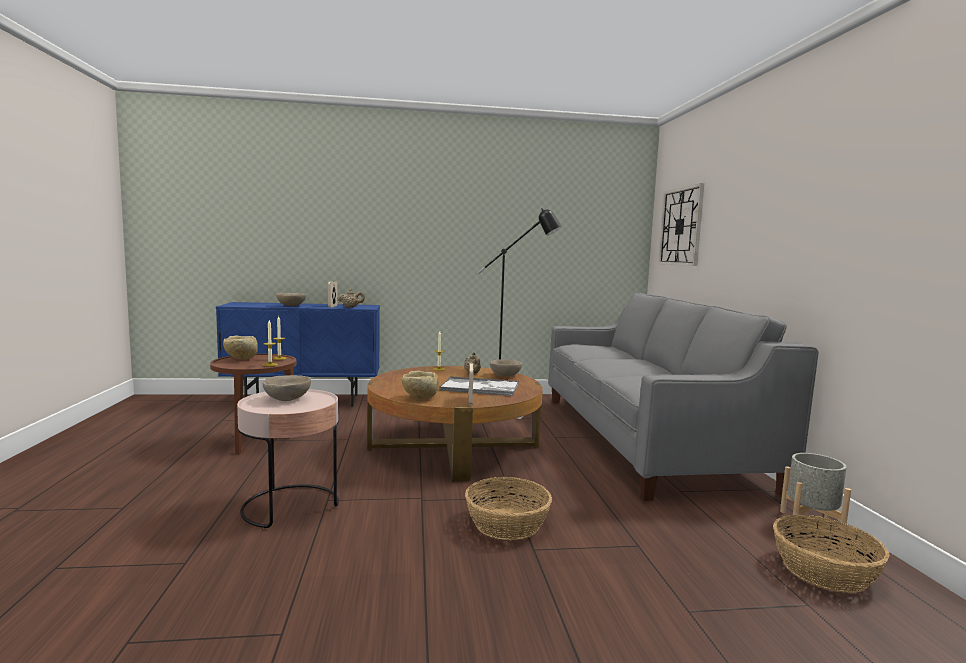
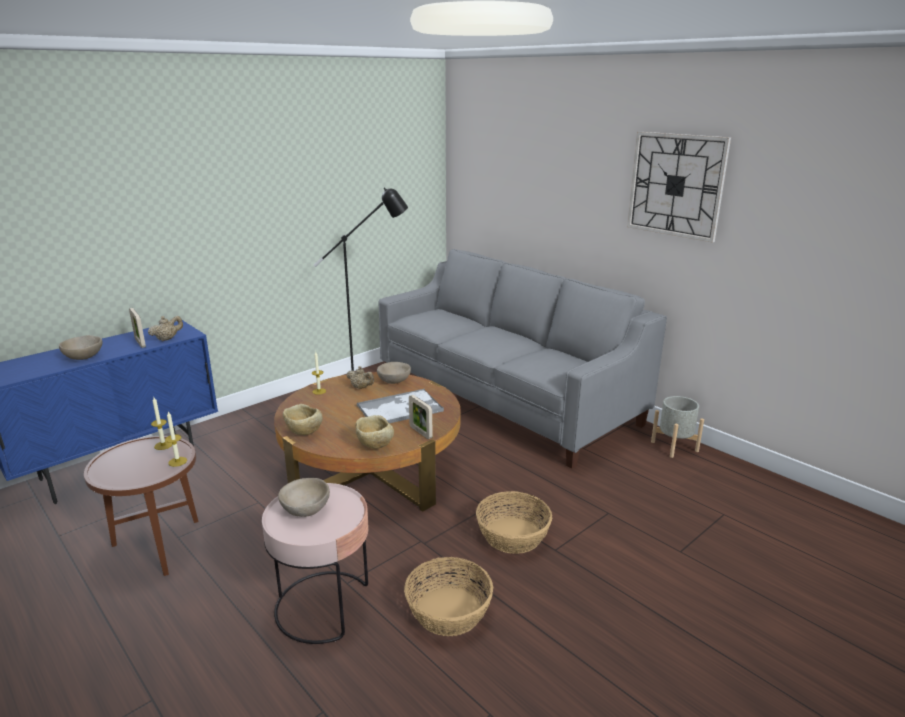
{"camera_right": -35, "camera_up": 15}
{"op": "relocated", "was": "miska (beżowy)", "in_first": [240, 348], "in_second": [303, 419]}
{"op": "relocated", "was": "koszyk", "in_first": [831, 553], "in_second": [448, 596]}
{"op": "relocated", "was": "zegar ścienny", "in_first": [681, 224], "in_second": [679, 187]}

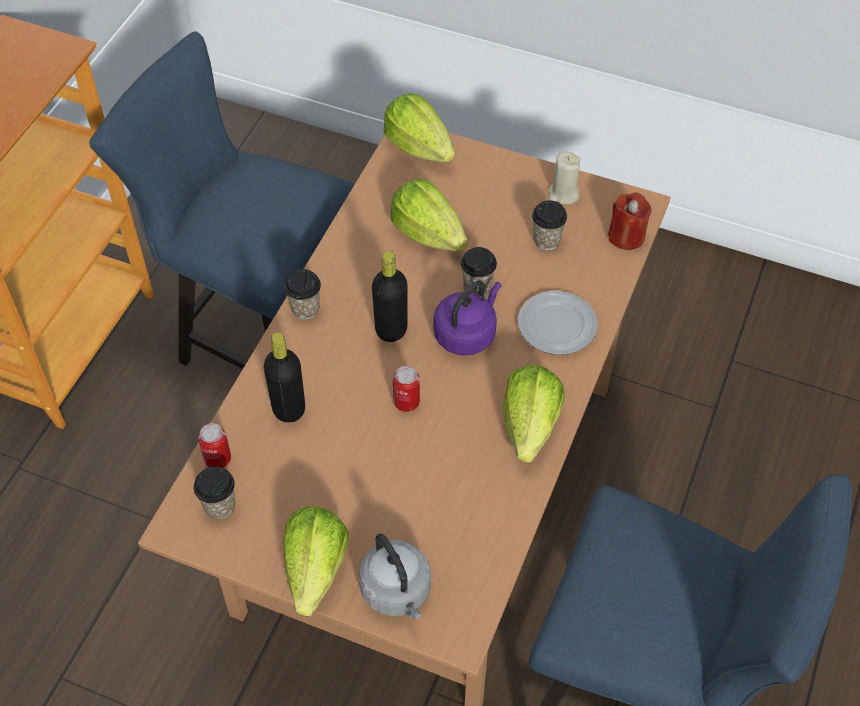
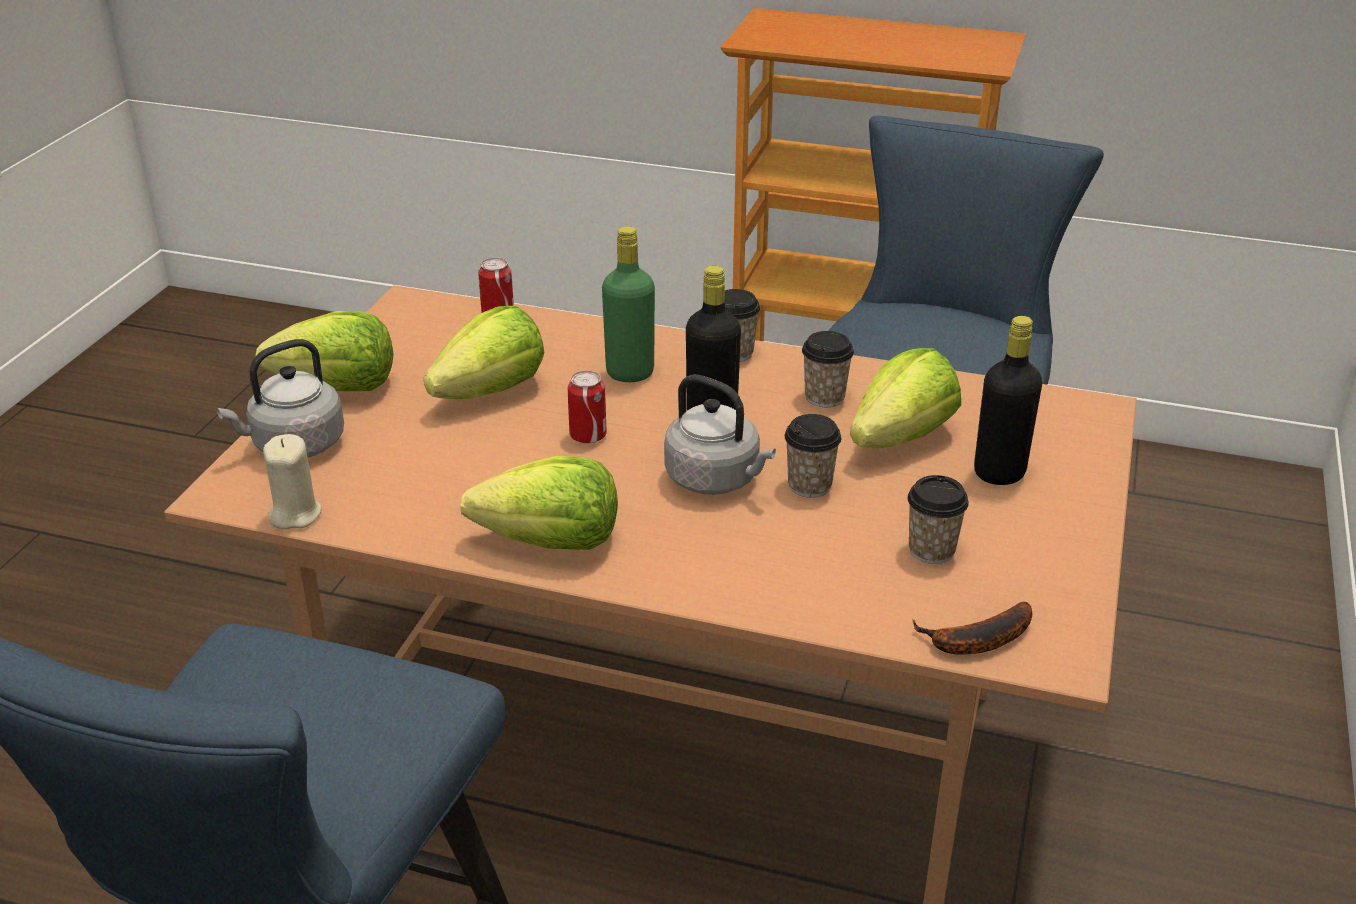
{"camera_right": 85, "camera_up": -20}
{"op": "relocated", "was": "świeca (beżowy)", "in_first": [564, 178], "in_second": [292, 481]}
{"op": "relocated", "was": "sałata", "in_first": [419, 127], "in_second": [484, 352]}
{"op": "appeared", "now": "butelka (zielony)", "in_second": [628, 304]}
{"op": "colour", "was": "czajnik (fioletowy)", "now": "czajnik (szary)", "in_first": [467, 318], "in_second": [720, 434]}
{"op": "relocated", "was": "filiżanka", "in_first": [214, 493], "in_second": [828, 369]}
{"op": "exchanged", "was": "świeca (czerwony)", "now": "banan", "in_first": [630, 221], "in_second": [972, 628]}
{"op": "relocated", "was": "butelka (czarny)", "in_first": [284, 377], "in_second": [1008, 400]}
{"op": "missing", "was": "talerz", "in_first": [558, 323]}

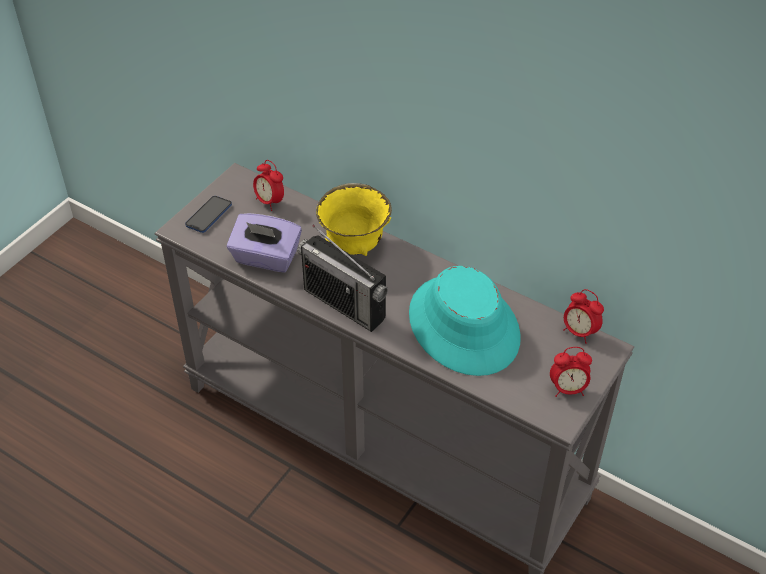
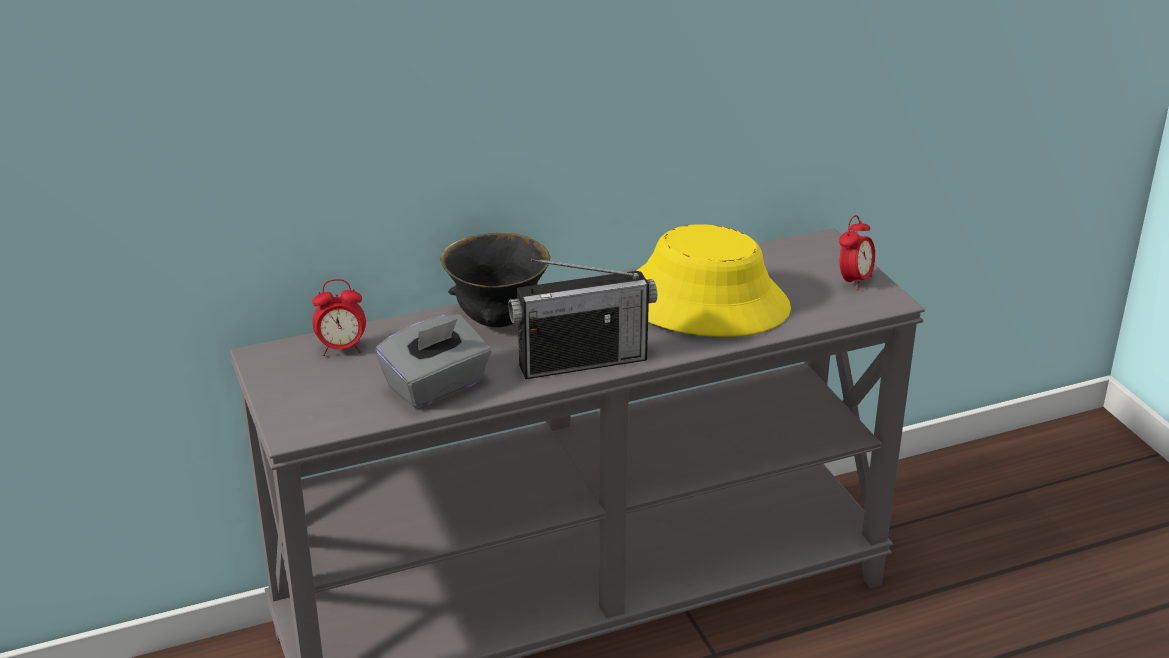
{"camera_right": -55, "camera_up": -15}
{"op": "colour", "was": "pudełko chusteczek (fioletowy)", "now": "pudełko chusteczek (szary)", "in_first": [264, 243], "in_second": [433, 361]}
{"op": "colour", "was": "miska (żółty)", "now": "miska (czarny)", "in_first": [354, 219], "in_second": [495, 280]}
{"op": "colour", "was": "kapelusz (turkusowy)", "now": "kapelusz (żółty)", "in_first": [465, 321], "in_second": [713, 280]}
{"op": "missing", "was": "telefon", "in_first": [208, 214]}
{"op": "missing", "was": "budzik", "in_first": [583, 316]}

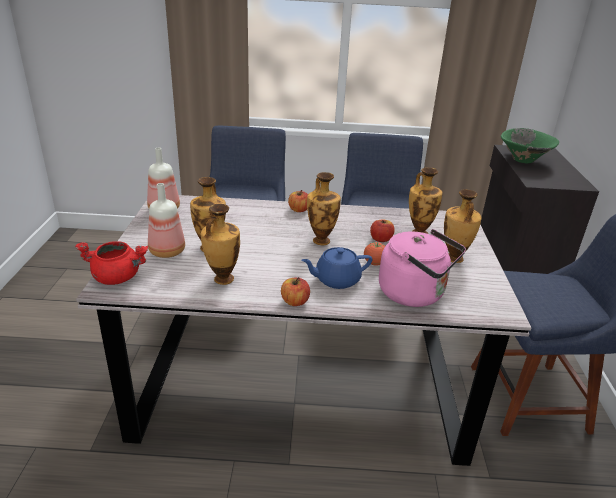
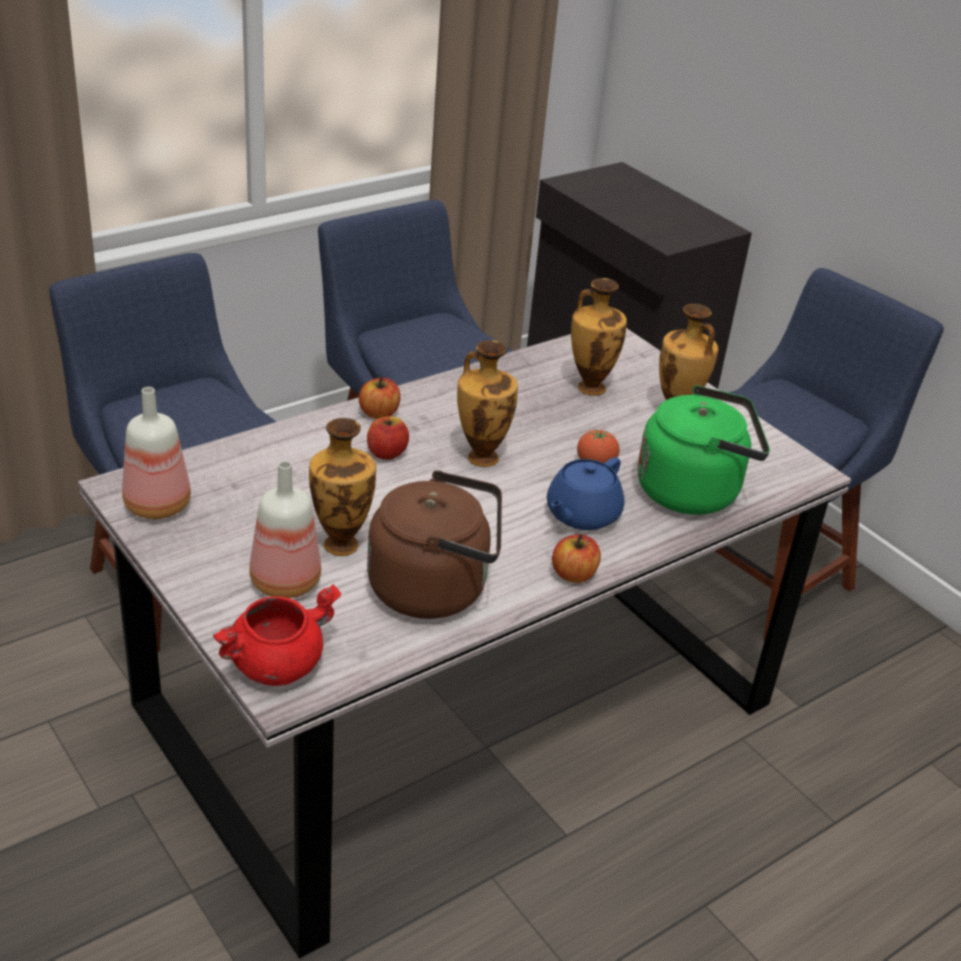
{"camera_right": -40, "camera_up": 5}
{"op": "relocated", "was": "jabłko", "in_first": [382, 230], "in_second": [388, 438]}
{"op": "exchanged", "was": "wazon", "now": "czajnik (brązowy)", "in_first": [220, 244], "in_second": [434, 544]}
{"op": "colour", "was": "czajnik (różowy)", "now": "czajnik (zielony)", "in_first": [422, 268], "in_second": [704, 450]}
{"op": "missing", "was": "miska (zielony)", "in_first": [530, 145]}

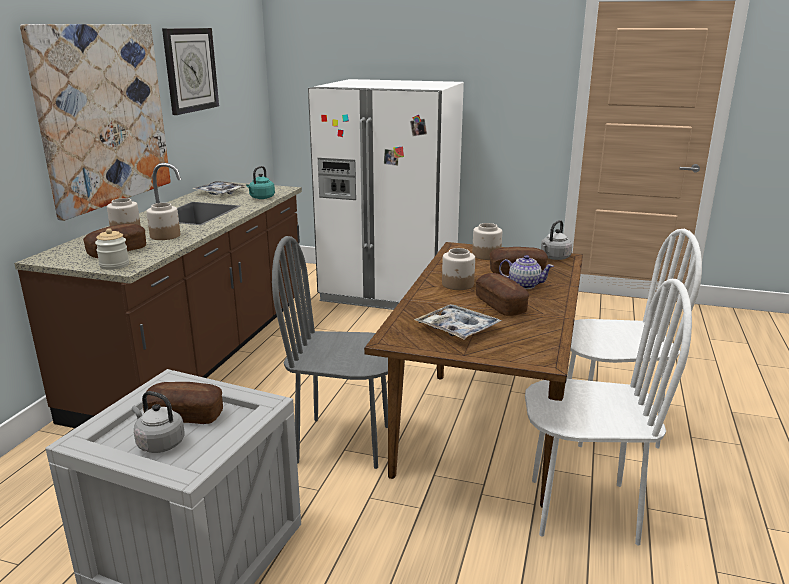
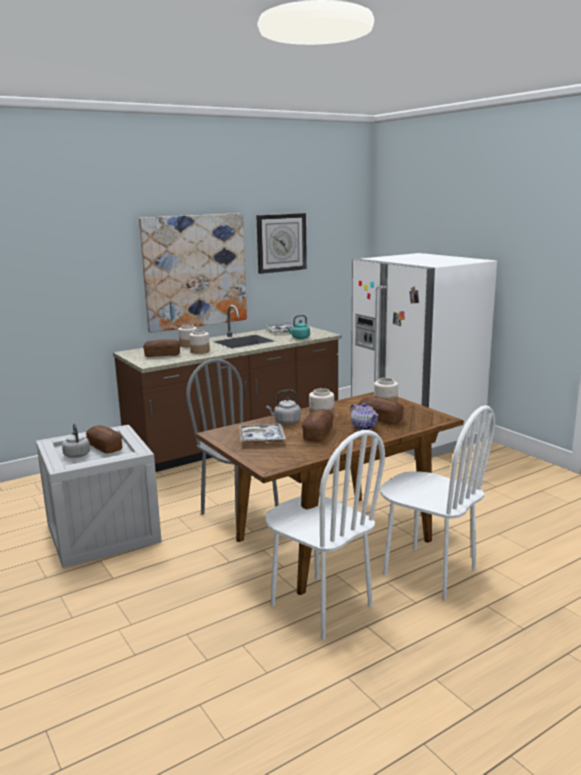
{"camera_right": 40, "camera_up": -5}
{"op": "relocated", "was": "czajnik (szary)", "in_first": [556, 240], "in_second": [283, 407]}
{"op": "missing", "was": "słoik", "in_first": [112, 249]}

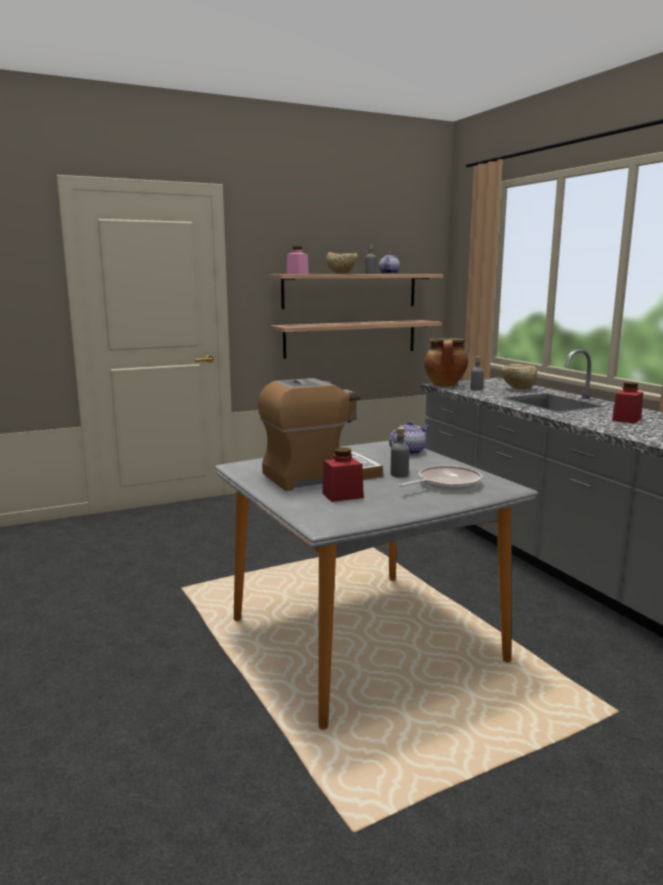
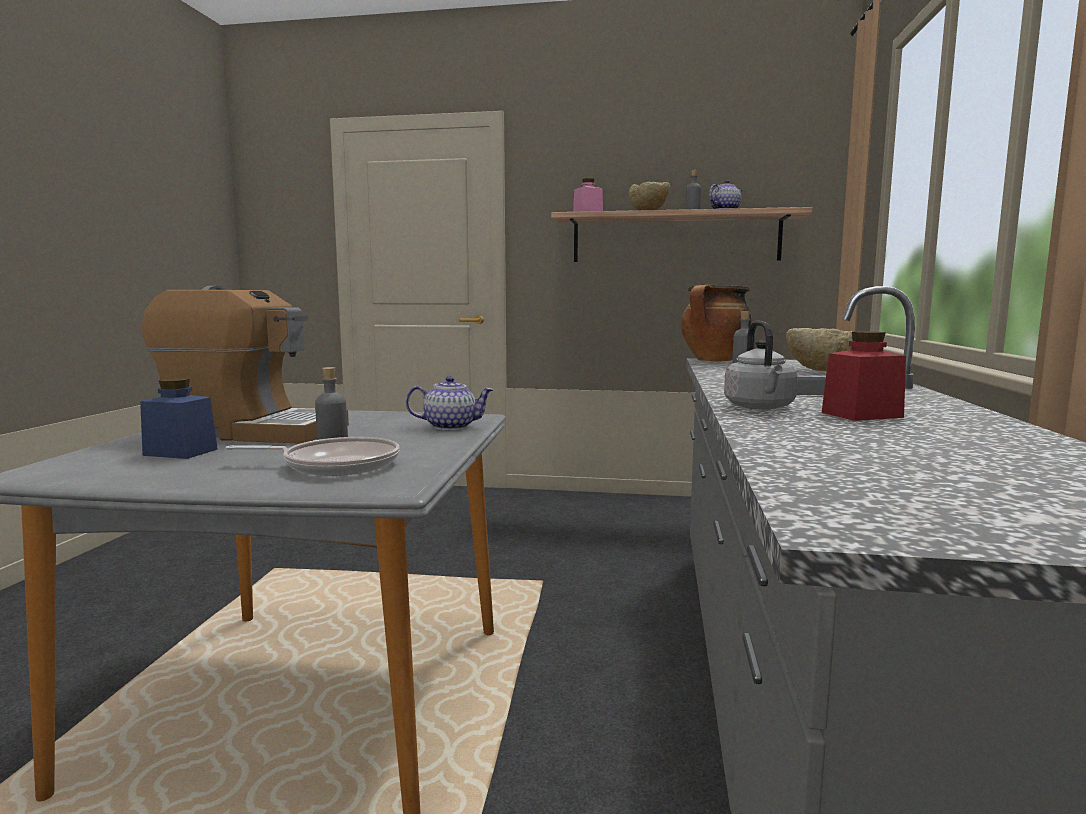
{"camera_right": 35, "camera_up": -5}
{"op": "colour", "was": "słoik (czerwony)", "now": "słoik (niebieski)", "in_first": [343, 475], "in_second": [179, 418]}
{"op": "appeared", "now": "czajnik (szary)", "in_second": [761, 365]}
{"op": "missing", "was": "półka", "in_first": [356, 339]}

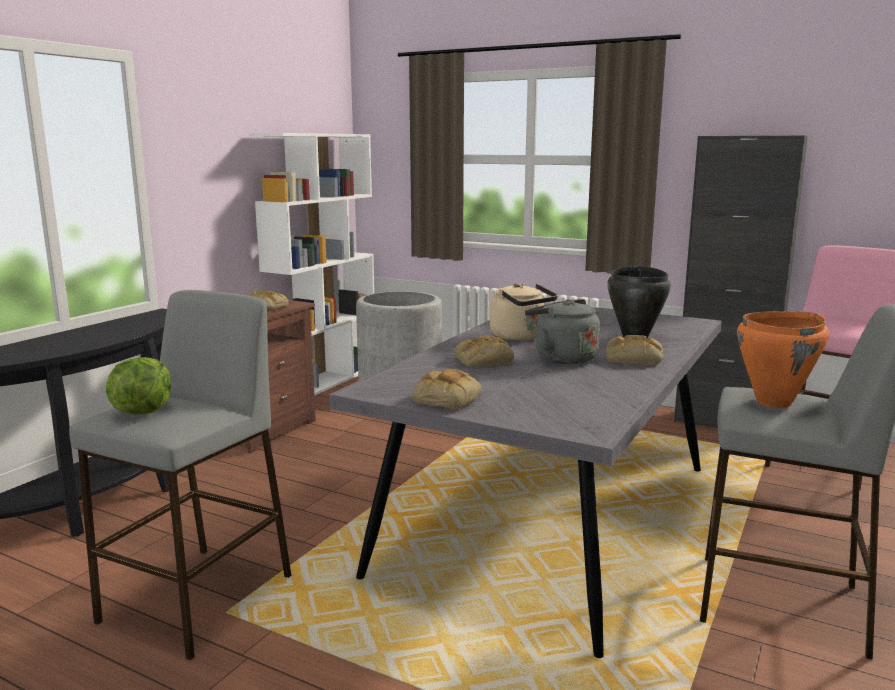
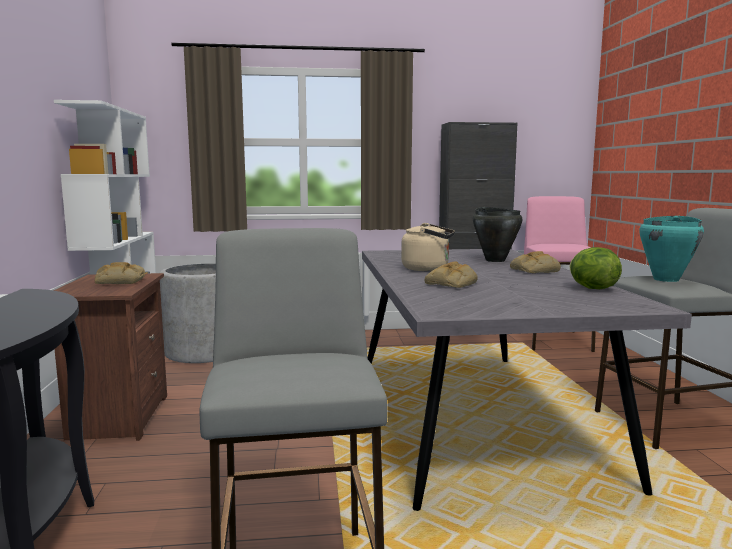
{"camera_right": -35, "camera_up": -5}
{"op": "relocated", "was": "sałata", "in_first": [138, 386], "in_second": [596, 268]}
{"op": "colour", "was": "garnek (pomarańczowy)", "now": "garnek (turkusowy)", "in_first": [783, 359], "in_second": [671, 248]}
{"op": "missing", "was": "chleb", "in_first": [447, 389]}
{"op": "missing", "was": "czajnik (szary)", "in_first": [562, 331]}

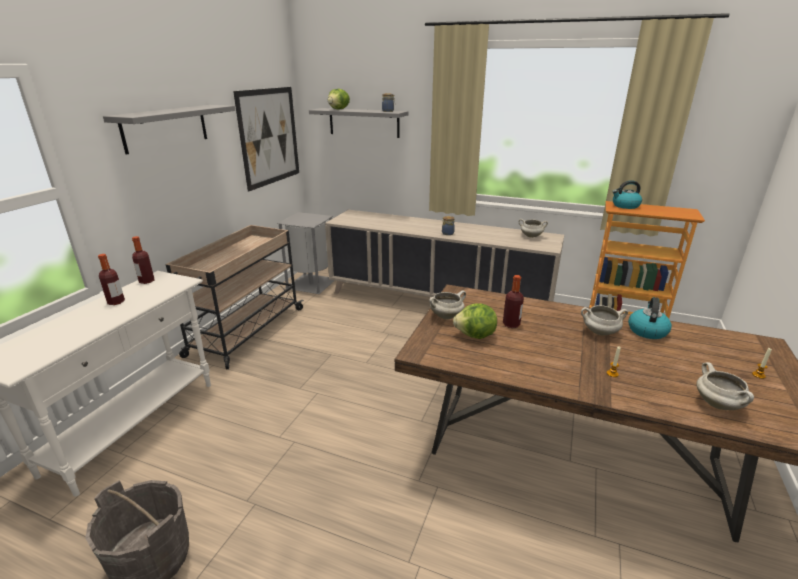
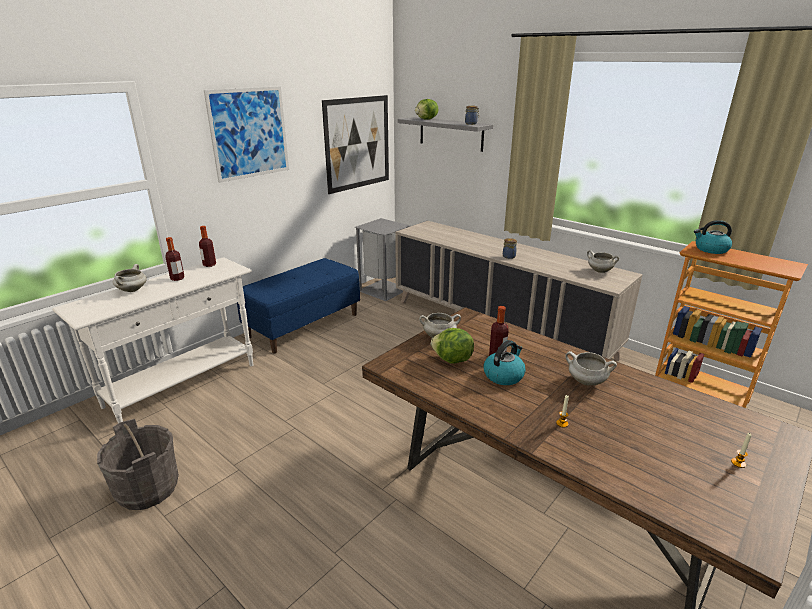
{"camera_right": 20, "camera_up": 0}
{"op": "relocated", "was": "garnek (biały)", "in_first": [725, 386], "in_second": [130, 278]}
{"op": "exchanged", "was": "półka (szary)", "now": "obraz", "in_first": [169, 130], "in_second": [246, 134]}
{"op": "exchanged", "was": "wózek (beżowy)", "now": "ławka (niebieski)", "in_first": [235, 297], "in_second": [298, 306]}
{"op": "relocated", "was": "czajnik", "in_first": [650, 318], "in_second": [505, 362]}

